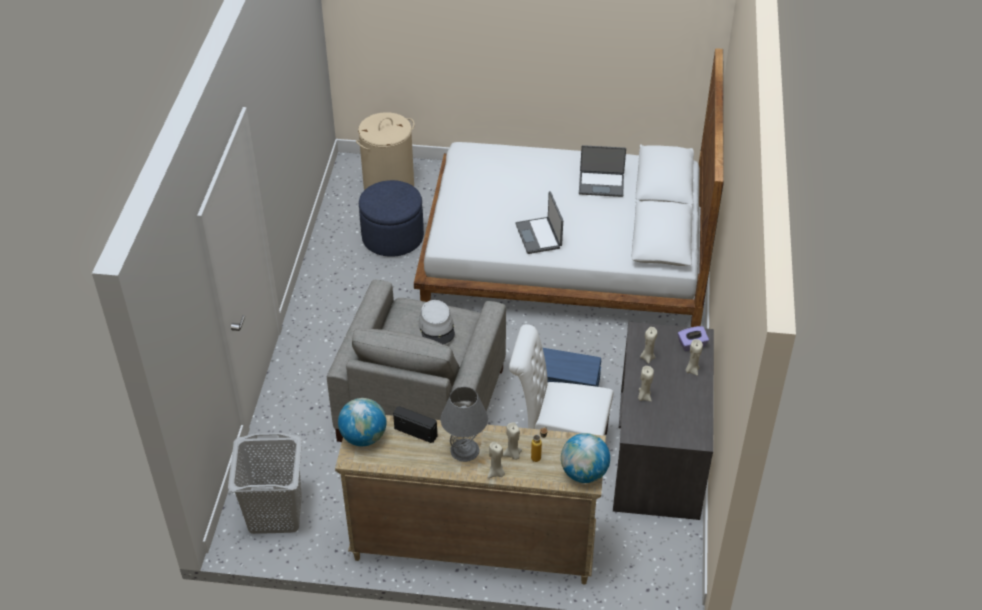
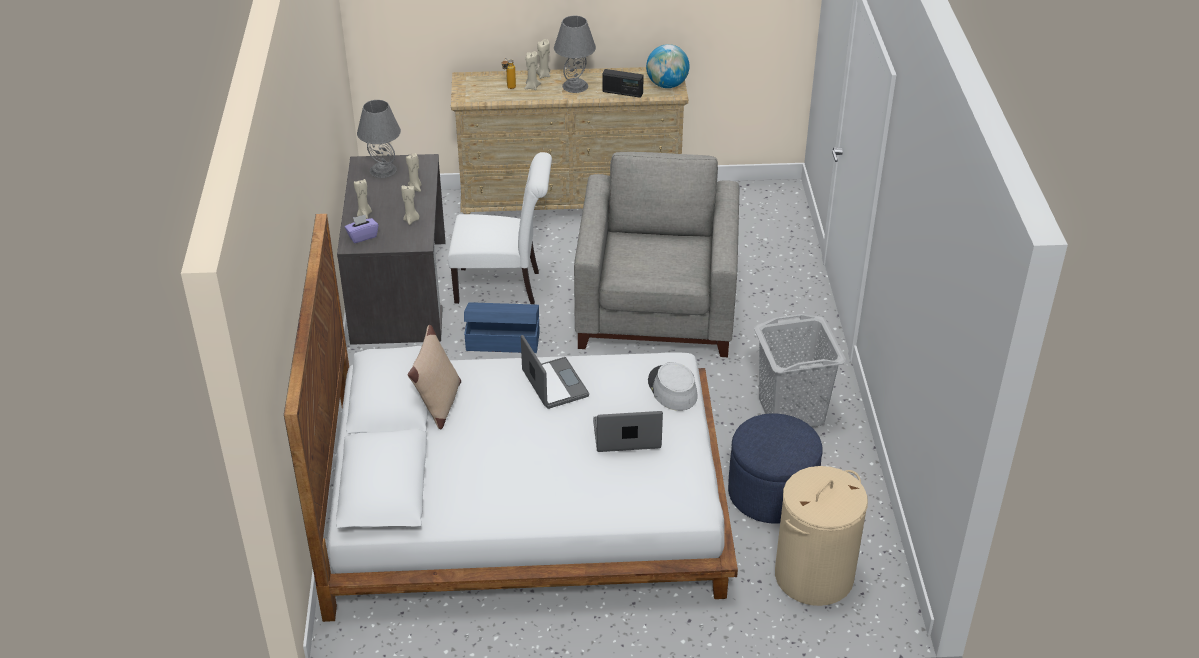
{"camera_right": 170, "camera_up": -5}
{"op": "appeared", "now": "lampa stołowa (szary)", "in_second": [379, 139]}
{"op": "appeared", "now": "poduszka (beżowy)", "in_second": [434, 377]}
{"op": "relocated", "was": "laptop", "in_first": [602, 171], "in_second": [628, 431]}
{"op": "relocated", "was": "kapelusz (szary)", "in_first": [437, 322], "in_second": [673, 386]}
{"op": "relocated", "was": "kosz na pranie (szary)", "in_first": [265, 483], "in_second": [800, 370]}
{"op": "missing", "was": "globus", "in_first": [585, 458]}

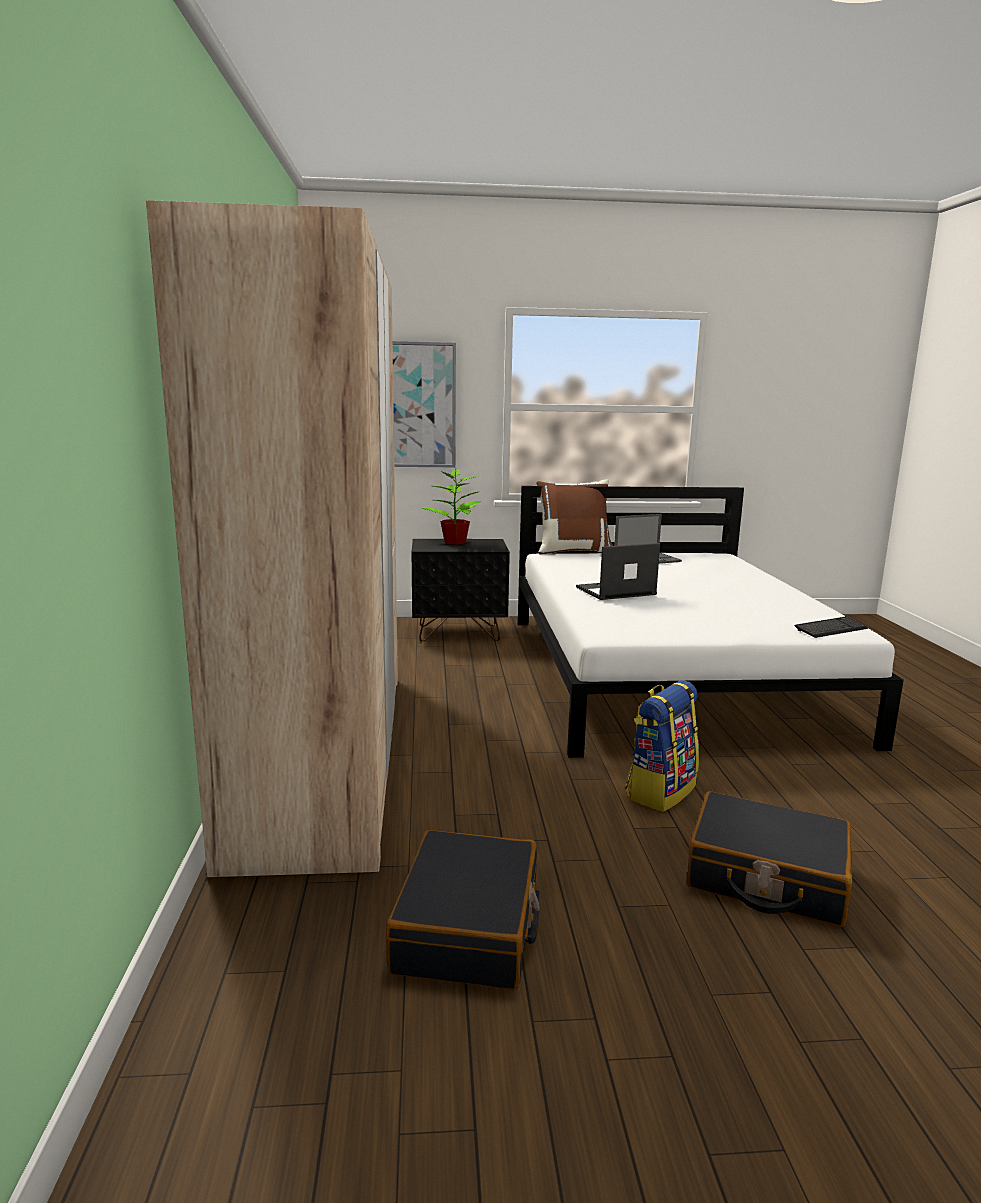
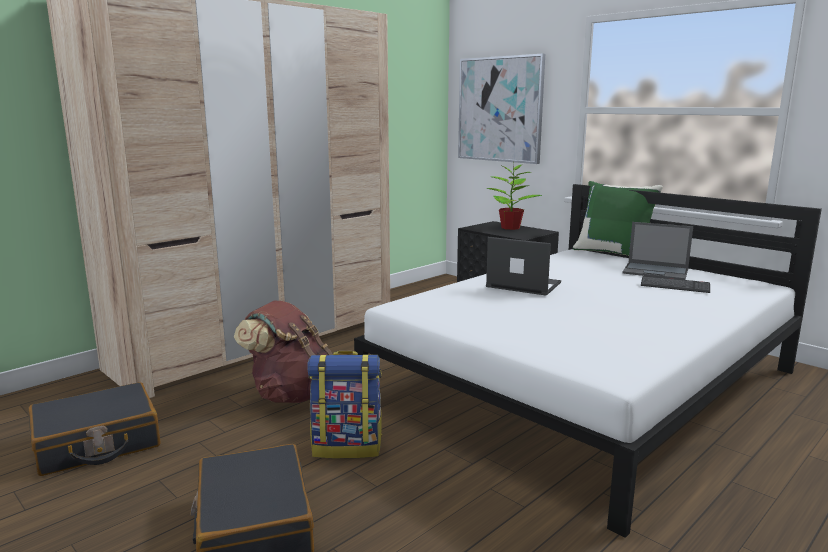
{"camera_right": 50, "camera_up": 0}
{"op": "appeared", "now": "plecak (brązowy)", "in_second": [283, 352]}
{"op": "colour", "was": "poduszka (brązowy)", "now": "poduszka (zielony)", "in_first": [574, 517], "in_second": [618, 218]}
{"op": "relocated", "was": "klawiatura", "in_first": [831, 627], "in_second": [675, 284]}

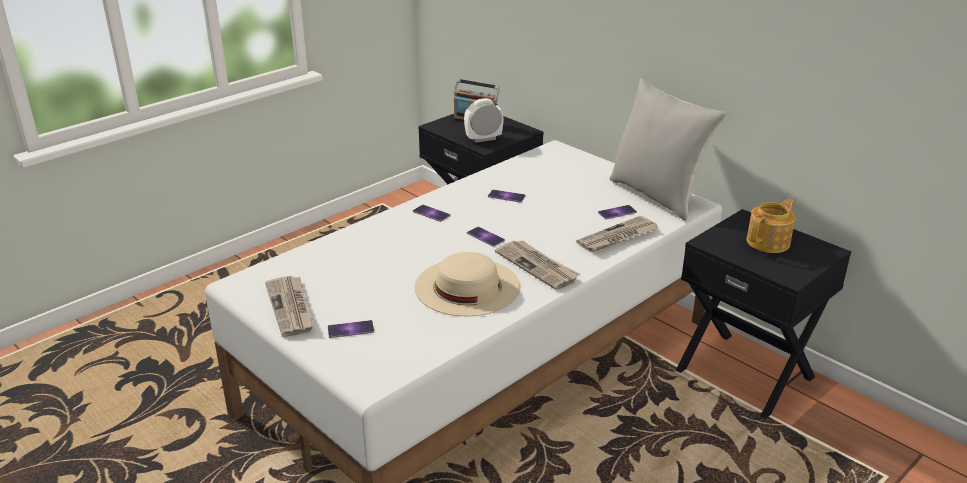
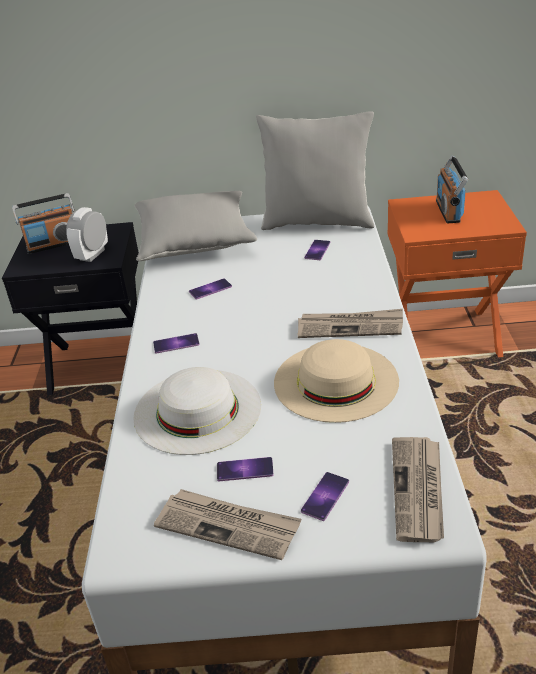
{"camera_right": -45, "camera_up": 5}
{"op": "appeared", "now": "kapelusz (biały)", "in_second": [197, 411]}
{"op": "appeared", "now": "poduszka (szary)", "in_second": [195, 226]}
{"op": "relocated", "was": "telefon", "in_first": [486, 237], "in_second": [245, 469]}
{"op": "colour", "was": "szafka nocna (czarny)", "now": "szafka nocna (pomarańczowy)", "in_first": [763, 314], "in_second": [457, 273]}
{"op": "relocated", "was": "gazeta", "in_first": [617, 234], "in_second": [418, 489]}
{"op": "exchanged", "was": "imbryk", "now": "radio", "in_first": [771, 226], "in_second": [452, 189]}

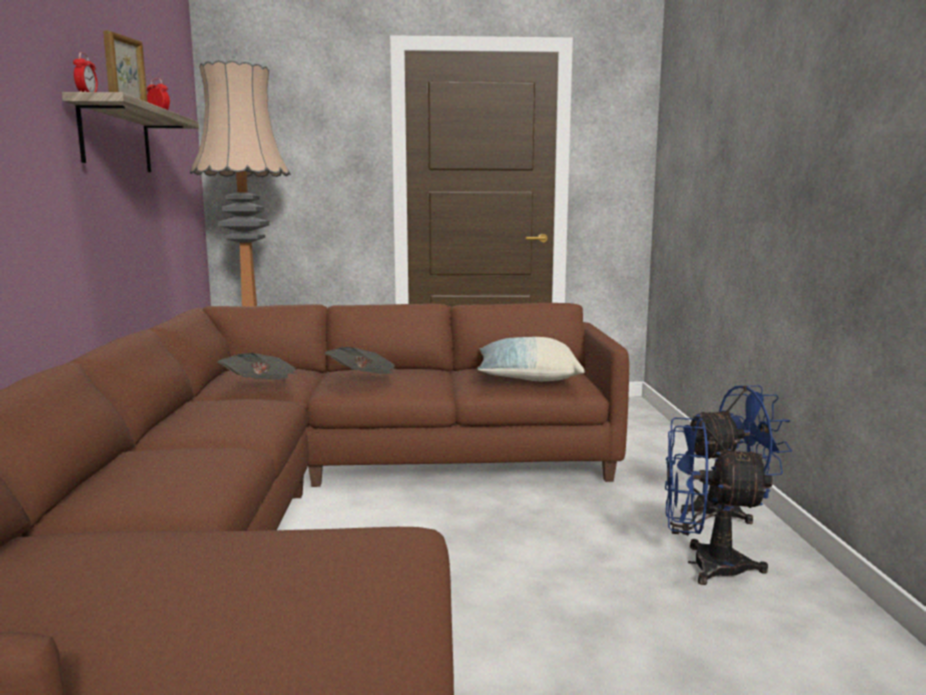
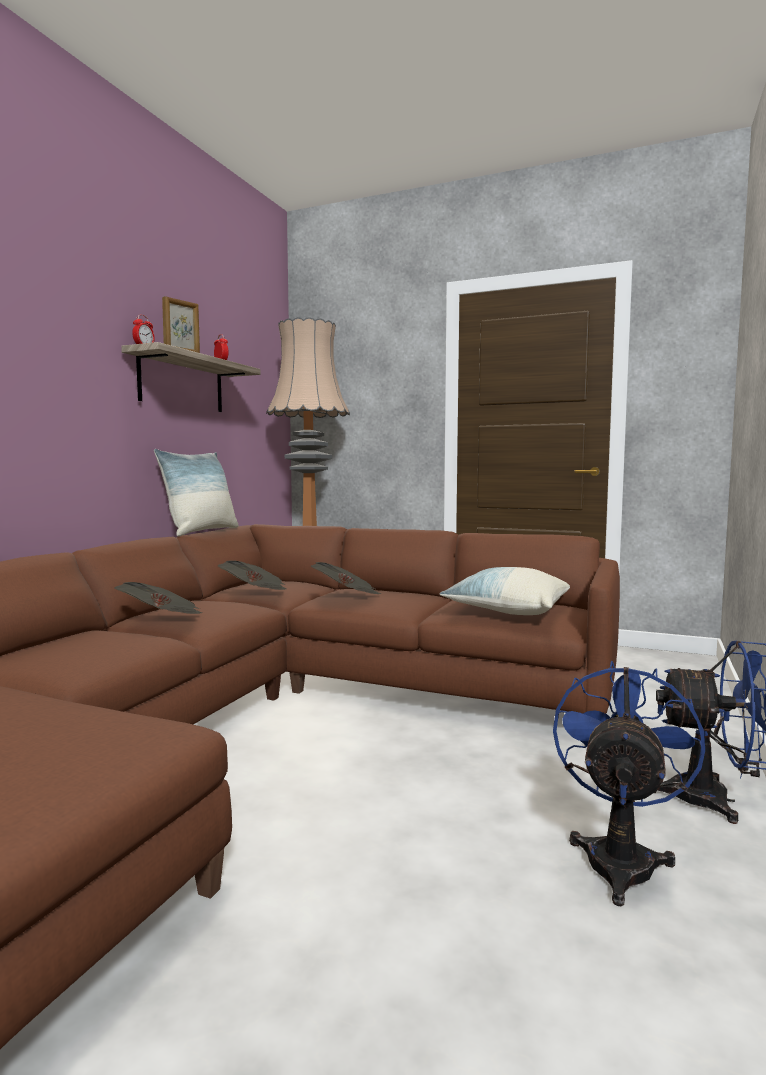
{"camera_right": 25, "camera_up": -5}
{"op": "appeared", "now": "gazeta", "in_second": [158, 598]}
{"op": "appeared", "now": "poduszka", "in_second": [196, 492]}
{"op": "spun", "was": "wentylator (niebieski)", "in_first": [719, 501], "in_second": [629, 783], "clockwise": 75}

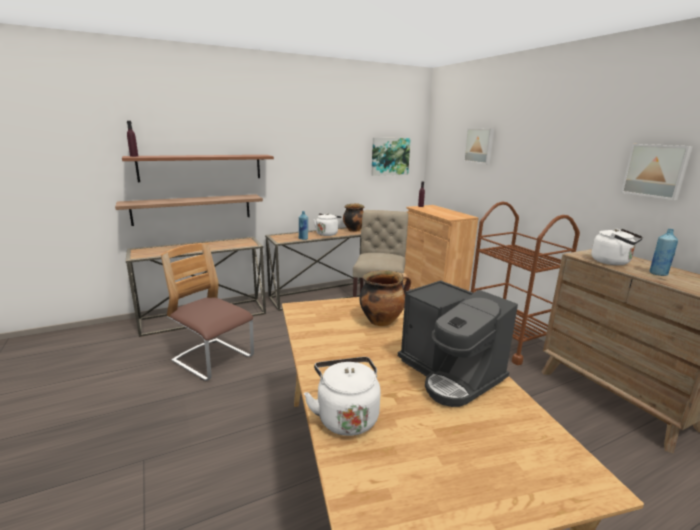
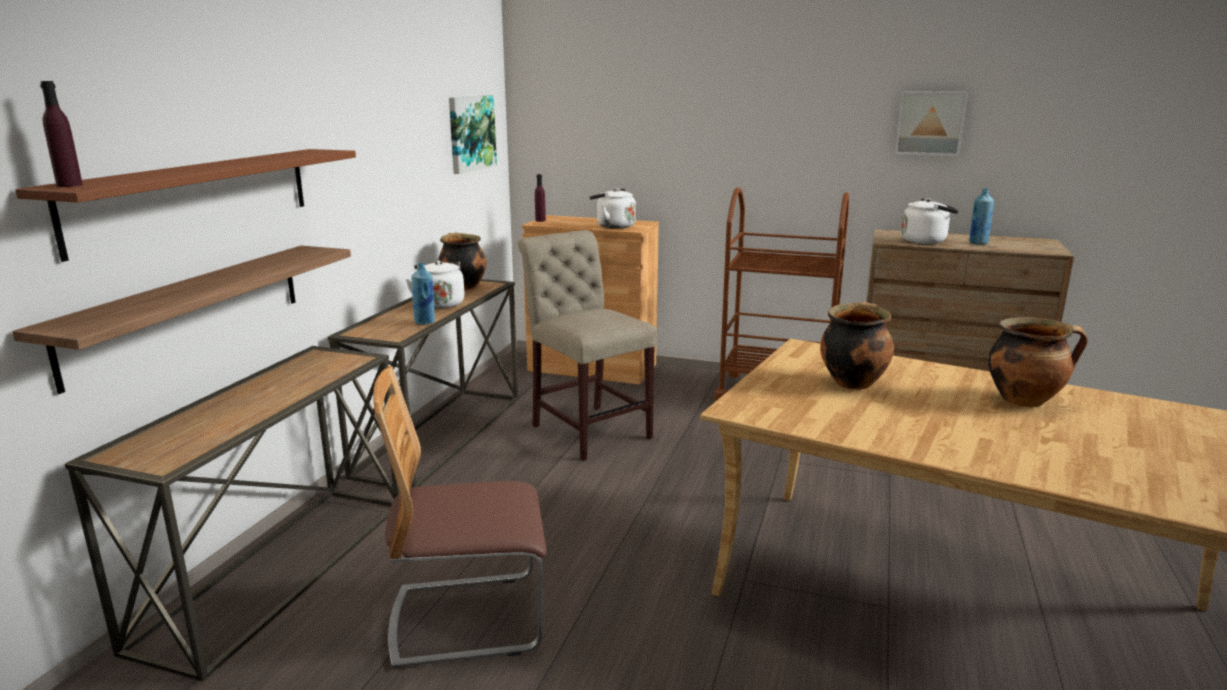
{"camera_right": -45, "camera_up": 0}
{"op": "relocated", "was": "czajnik (biały)", "in_first": [342, 396], "in_second": [612, 208]}
{"op": "exchanged", "was": "ekspres do kawy", "now": "garnek", "in_first": [458, 343], "in_second": [1038, 362]}
{"op": "missing", "was": "obraz", "in_first": [479, 146]}

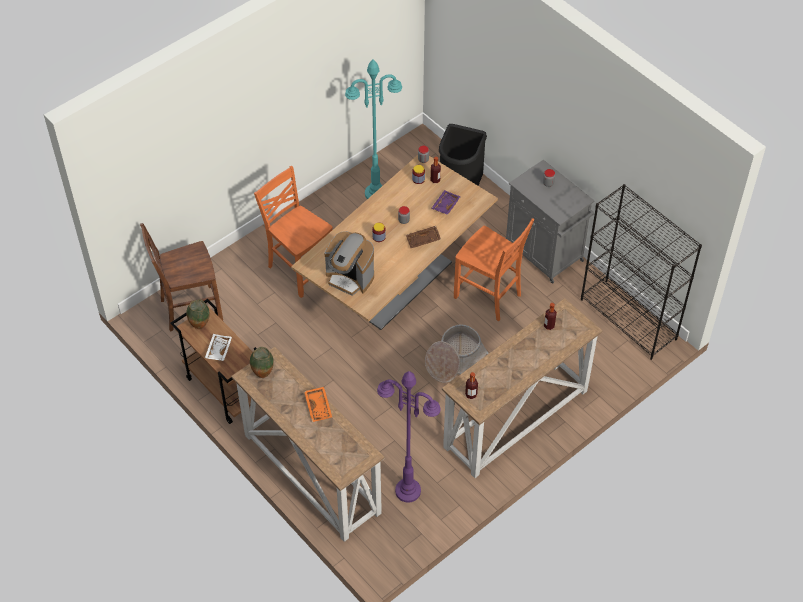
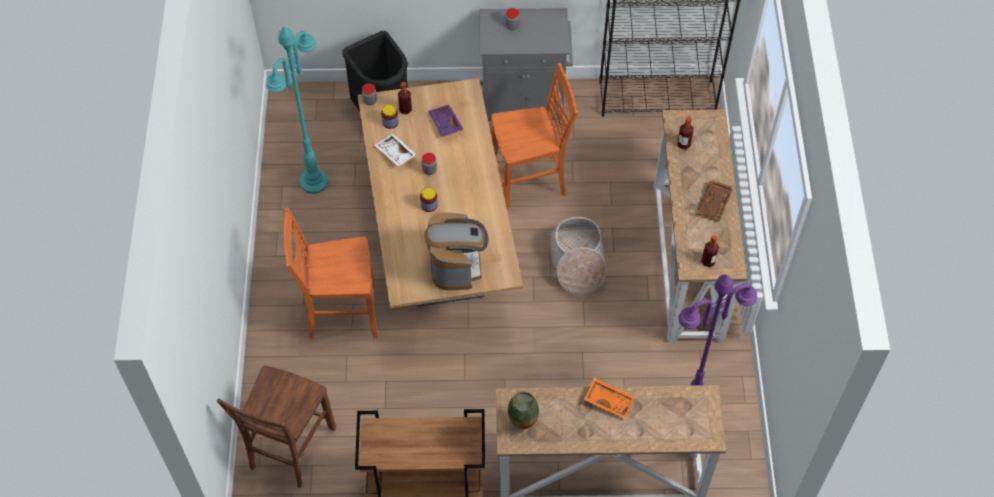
{"camera_right": -50, "camera_up": 5}
{"op": "relocated", "was": "taca (biały)", "in_first": [218, 347], "in_second": [396, 150]}
{"op": "spun", "was": "ekspres do kawy", "in_first": [349, 263], "in_second": [456, 251], "clockwise": -75}
{"op": "relocated", "was": "taca (brązowy)", "in_first": [423, 237], "in_second": [715, 200]}
{"op": "missing", "was": "wazon", "in_first": [197, 314]}

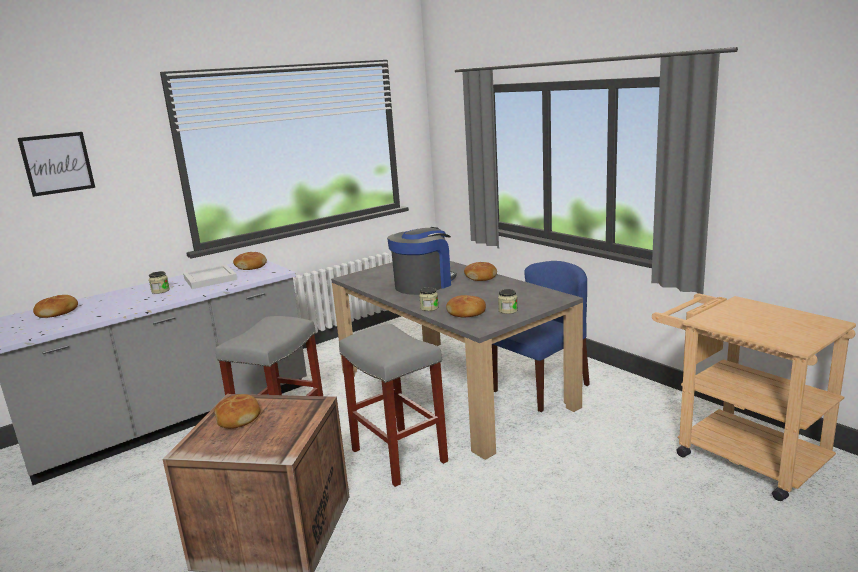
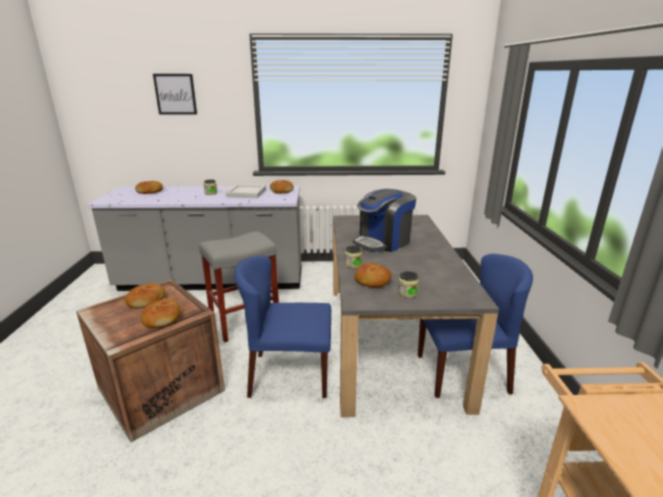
{"camera_right": 35, "camera_up": 5}
{"op": "relocated", "was": "chleb", "in_first": [480, 271], "in_second": [161, 313]}
{"op": "exchanged", "was": "stołek (szary)", "now": "krzesło (niebieski)", "in_first": [393, 405], "in_second": [282, 327]}
{"op": "spun", "was": "ekspres do kawy", "in_first": [422, 261], "in_second": [385, 220], "clockwise": 150}

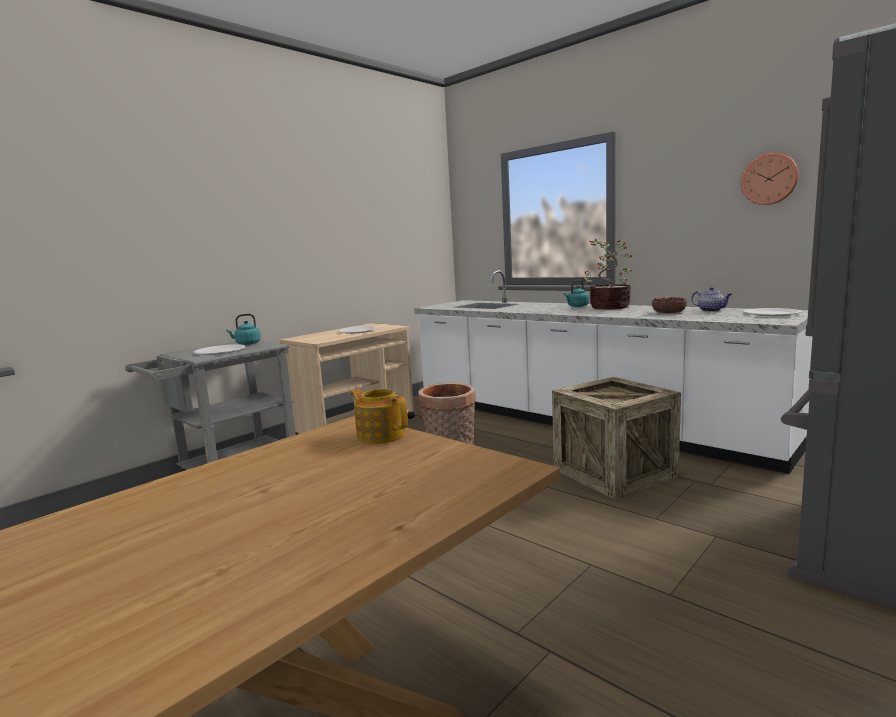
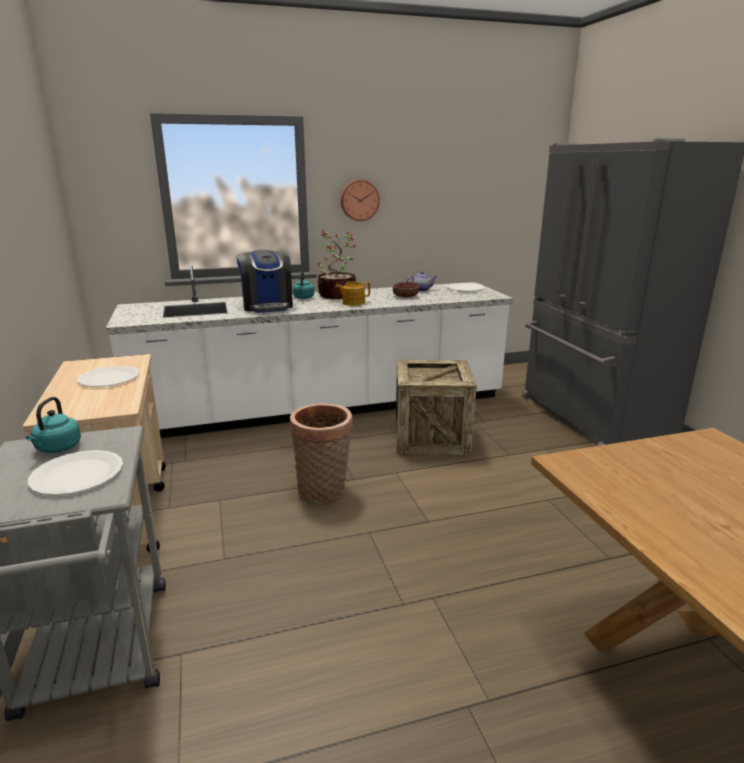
{"camera_right": -60, "camera_up": 10}
{"op": "appeared", "now": "ekspres do kawy", "in_second": [264, 281]}
{"op": "relocated", "was": "imbryk", "in_first": [379, 416], "in_second": [352, 293]}
{"op": "relocated", "was": "zegar ścienny", "in_first": [770, 179], "in_second": [360, 200]}

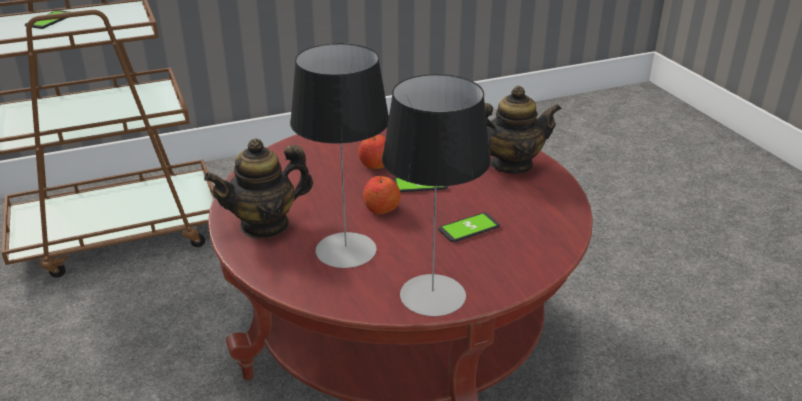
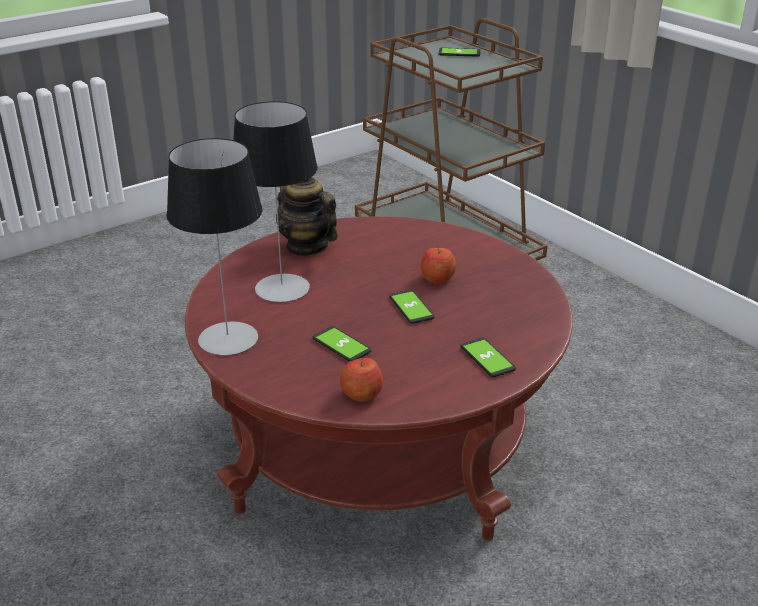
{"camera_right": 75, "camera_up": 0}
{"op": "relocated", "was": "jabłko", "in_first": [382, 195], "in_second": [361, 380]}
{"op": "exchanged", "was": "imbryk", "now": "telefon", "in_first": [523, 130], "in_second": [488, 357]}

